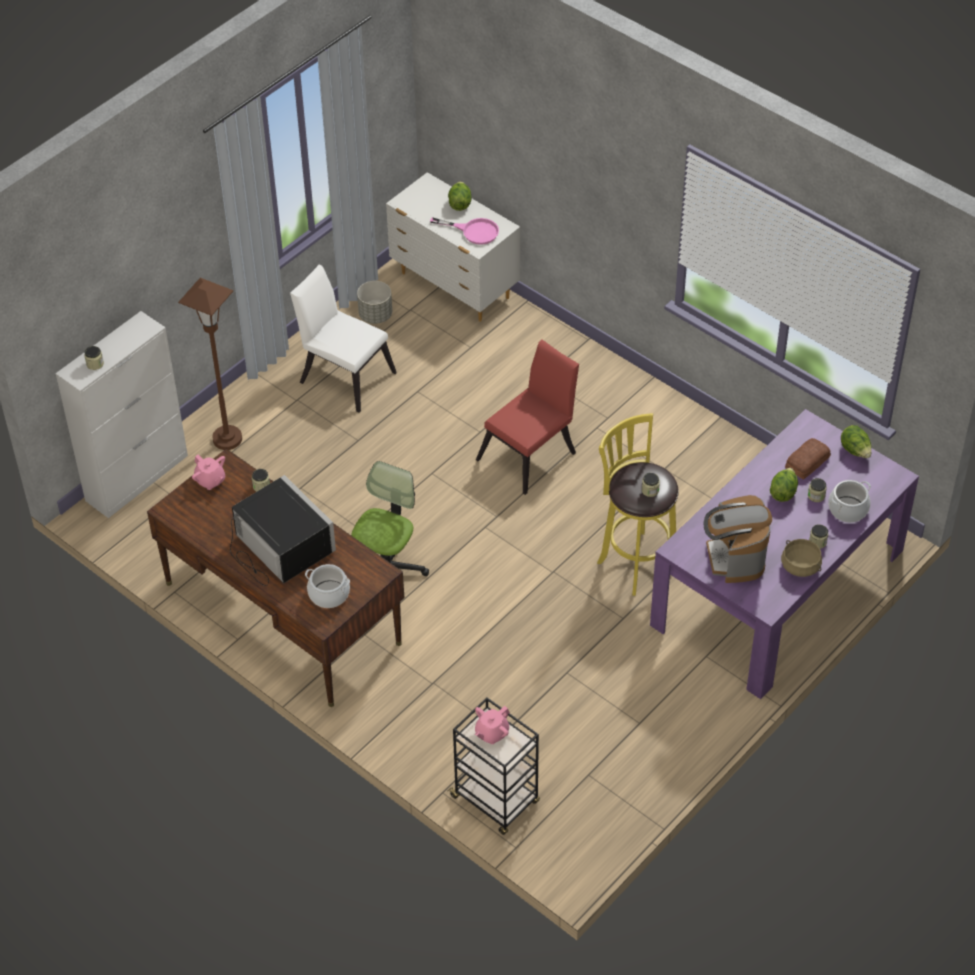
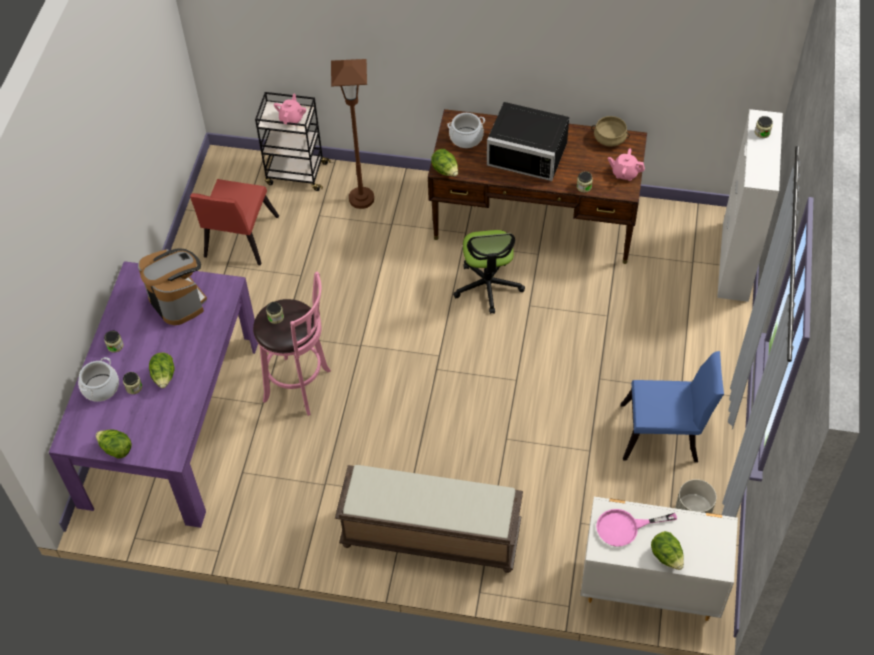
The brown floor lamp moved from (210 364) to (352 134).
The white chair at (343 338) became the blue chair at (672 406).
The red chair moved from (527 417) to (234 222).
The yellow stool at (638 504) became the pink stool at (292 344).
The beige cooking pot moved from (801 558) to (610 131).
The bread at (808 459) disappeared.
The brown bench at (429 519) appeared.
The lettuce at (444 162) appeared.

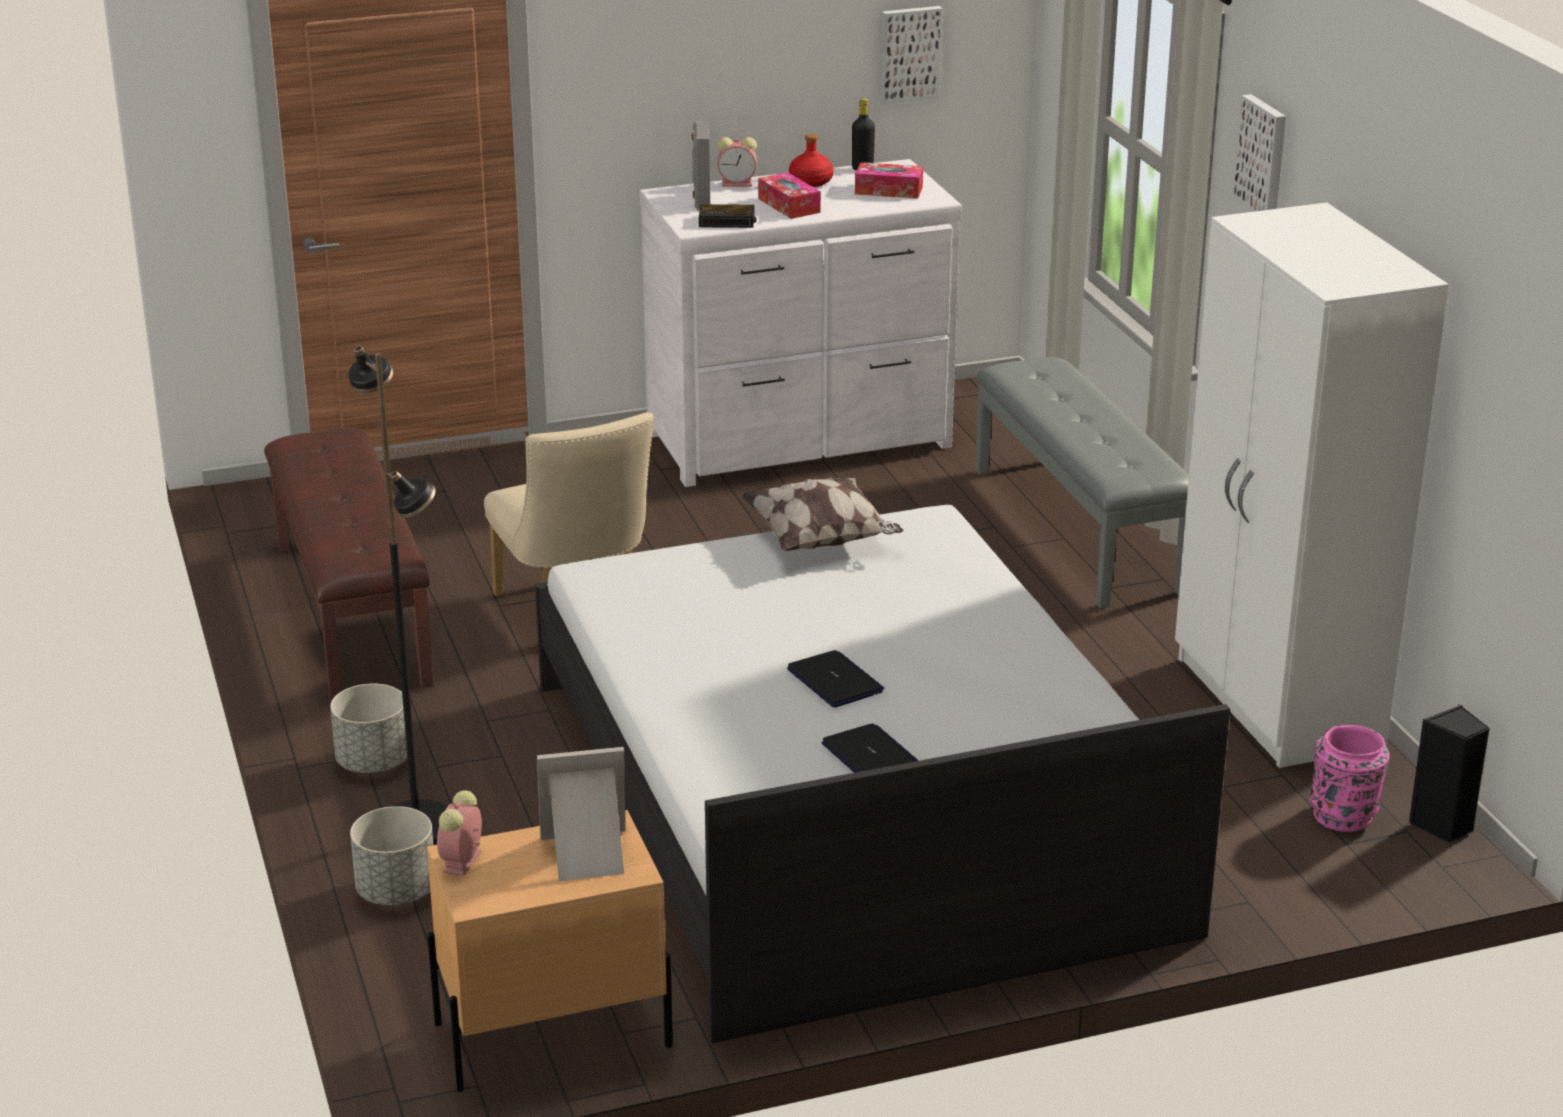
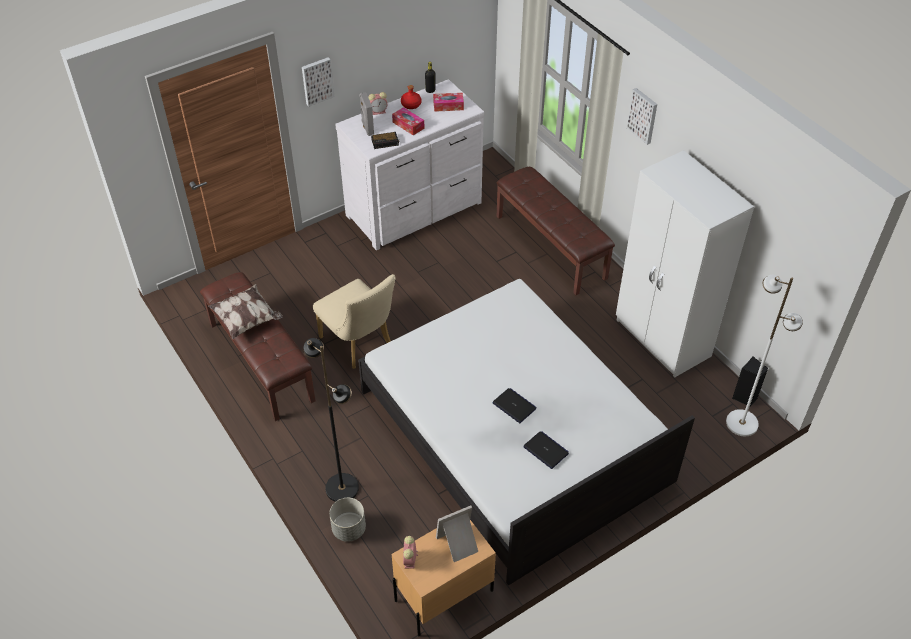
The grey planter at (368 728) disappeared.
The pillow moved from (822 514) to (245 311).
The picture moved from (911 55) to (318 82).
The grey bench at (1082 483) became the brown bench at (556 231).
The pink vase at (1350 778) disappeared.
The white floor lamp at (764 355) appeared.

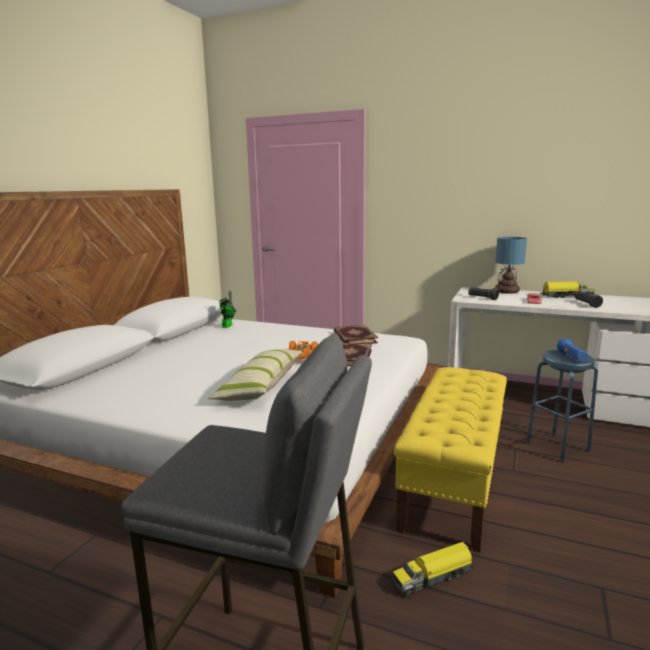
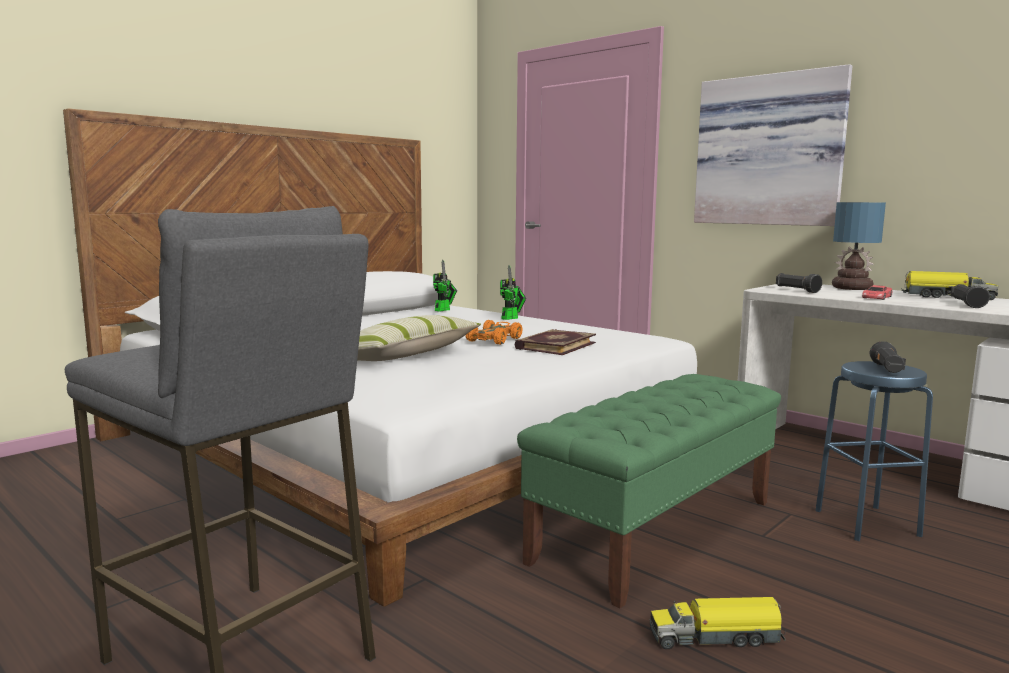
The book at (356 334) disappeared.
The toy truck moved from (433 569) to (717 623).
The yellow bench at (450 459) became the green bench at (649 491).
The blue flashlight at (572 350) became the black flashlight at (888 357).
The toy robot at (513 292) appeared.
The picture at (773 145) appeared.

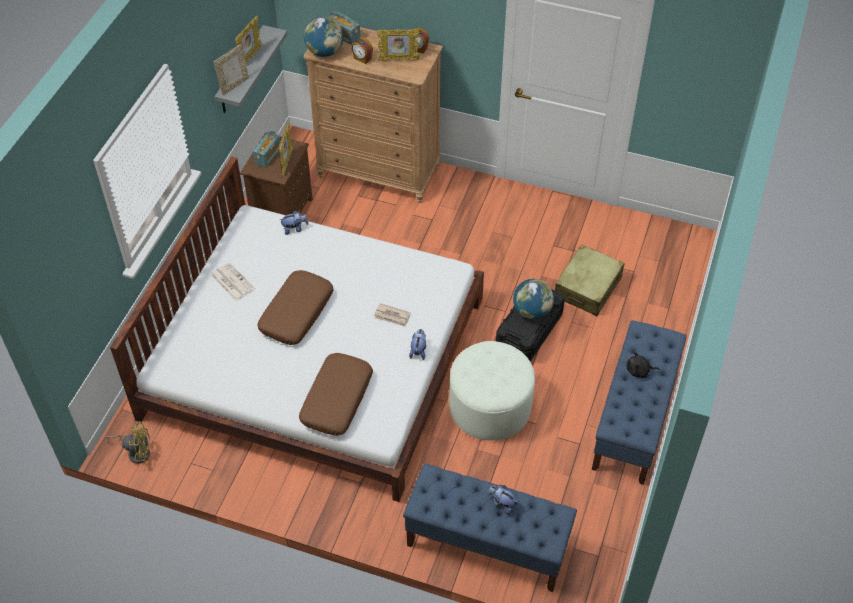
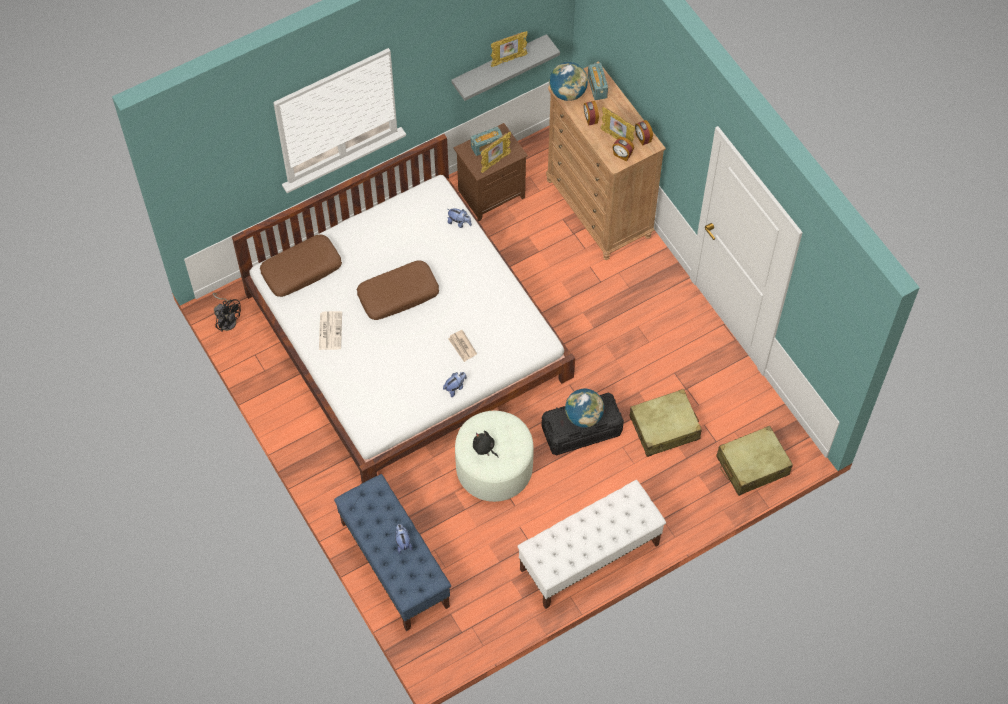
The yellow fan at (127 442) became the black fan at (227 312).
The newspaper moved from (232 281) to (330 330).
The picture frame at (231 69) disappeared.
The brown pillow moved from (336 394) to (301 265).
The blue bench at (639 402) became the white bench at (591 544).
The black plush toy moved from (643 365) to (486 444).
The alarm clock at (623 149) appeared.
The beige suitcase at (754 461) appeared.

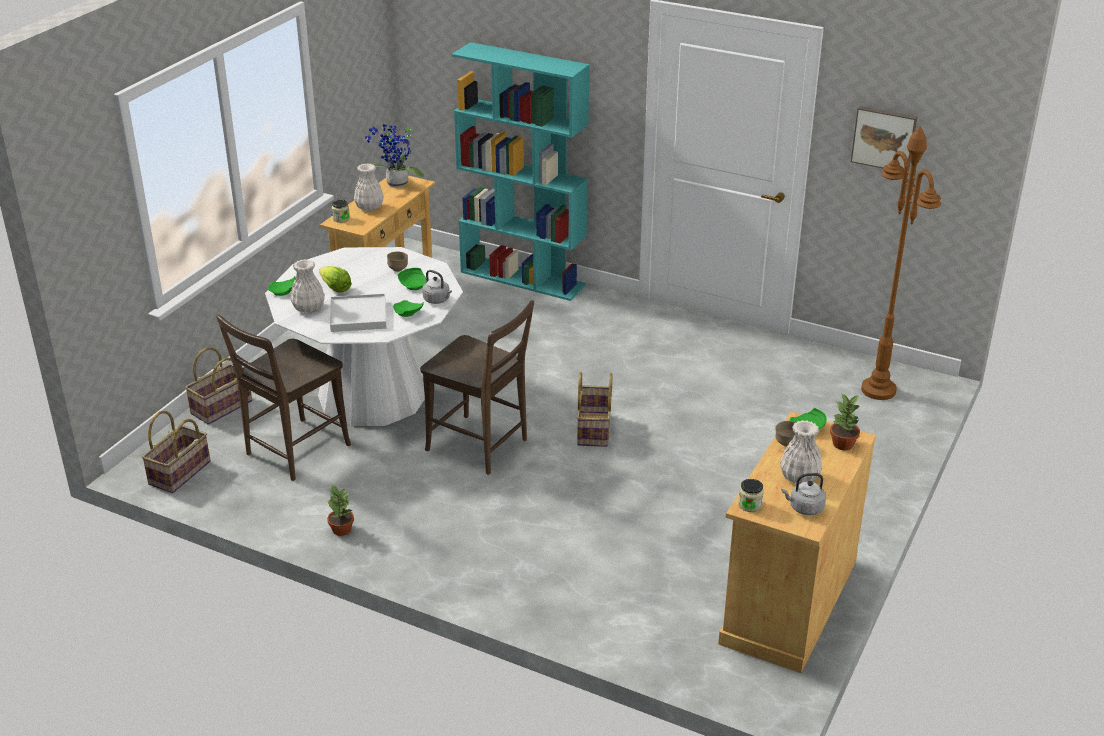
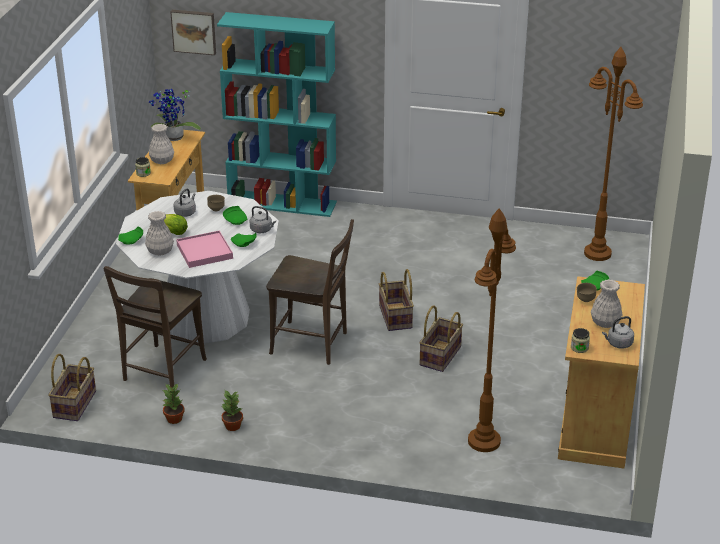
The basket moved from (218 386) to (441 338).
The white tray at (358 312) became the pink tray at (204 249).
The potted plant moved from (845 422) to (173 404).
The picture moved from (884 139) to (193 32).
The grey kettle at (185 202) appeared.
The brown floor lamp at (492 330) appeared.

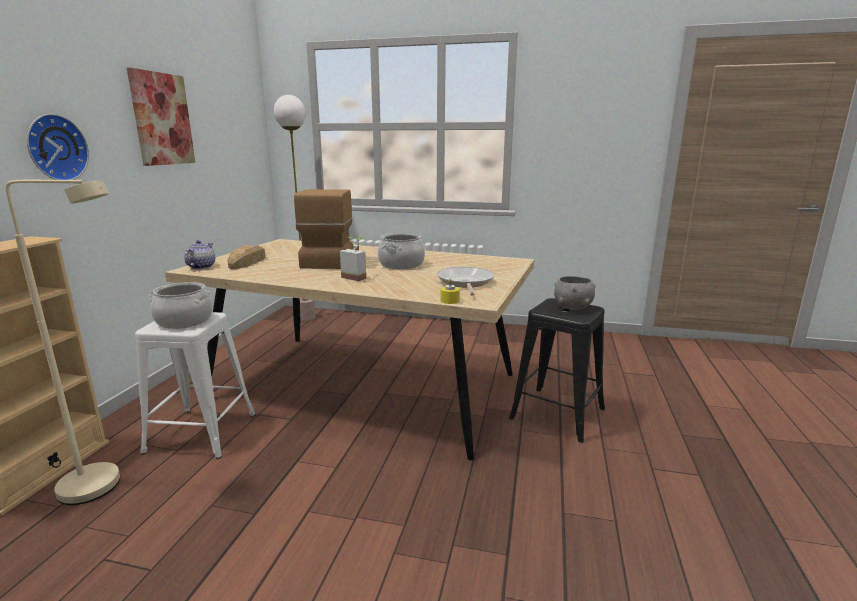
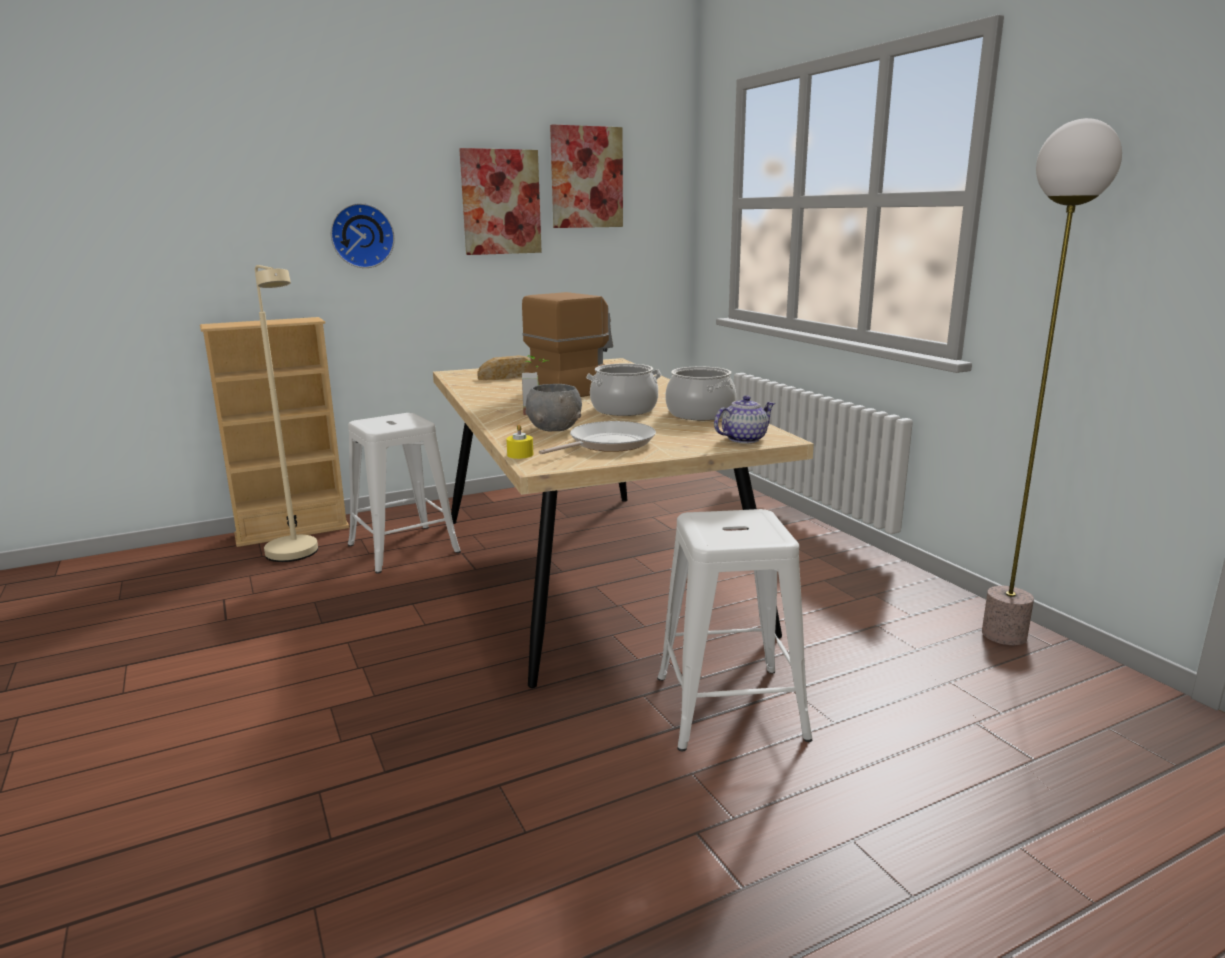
The cooking pot moved from (181 305) to (701 393).
The teapot moved from (199 254) to (744 419).
The floor lamp moved from (295 208) to (1052 381).
The black stool at (557 370) became the white stool at (734 630).
The grey bowl moved from (575 293) to (554 408).
The picture at (586 176) appeared.

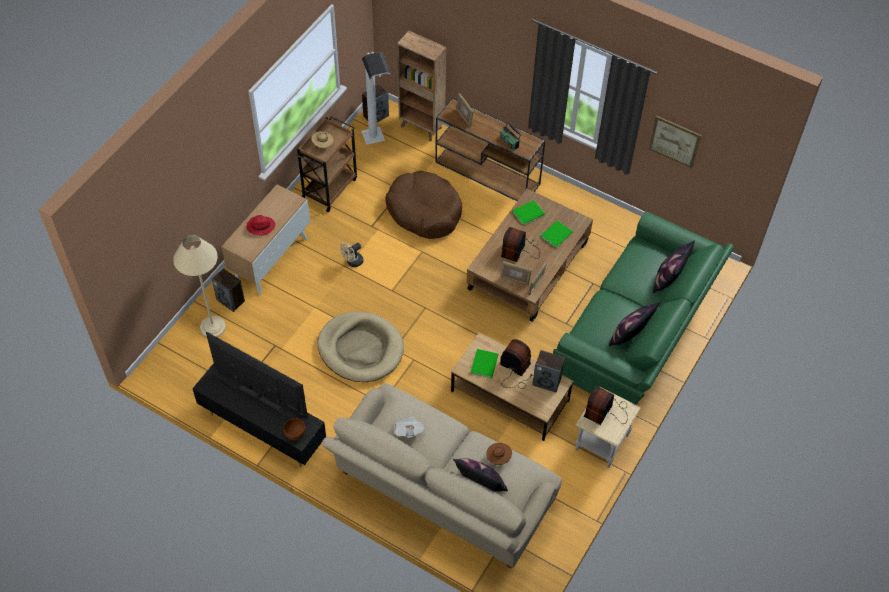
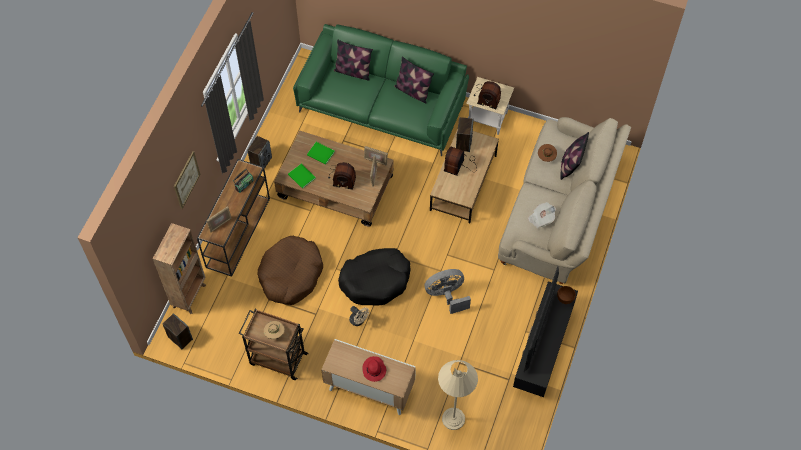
The speaker moved from (228 290) to (259 154).
The beige dog bed at (360 346) was replaced by the grey fan at (448 291).
The white floor lamp at (376 98) disappeared.
The green book at (485 363) disappeared.
The picture moved from (675 141) to (187 180).
The black dog bed at (374 276) appeared.

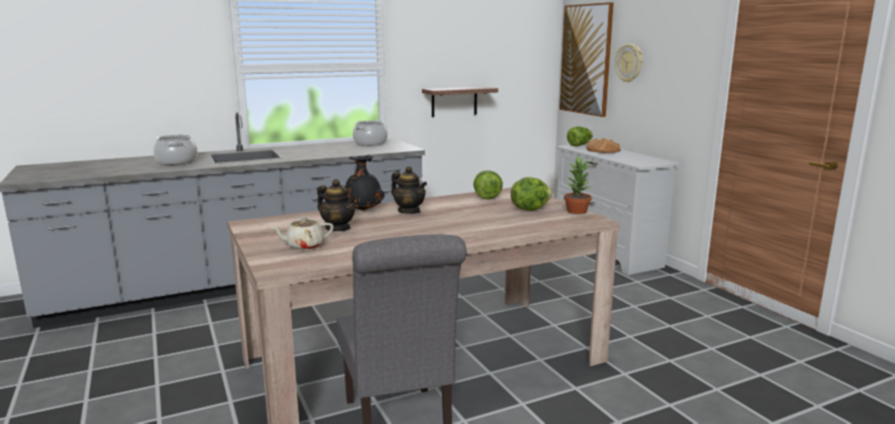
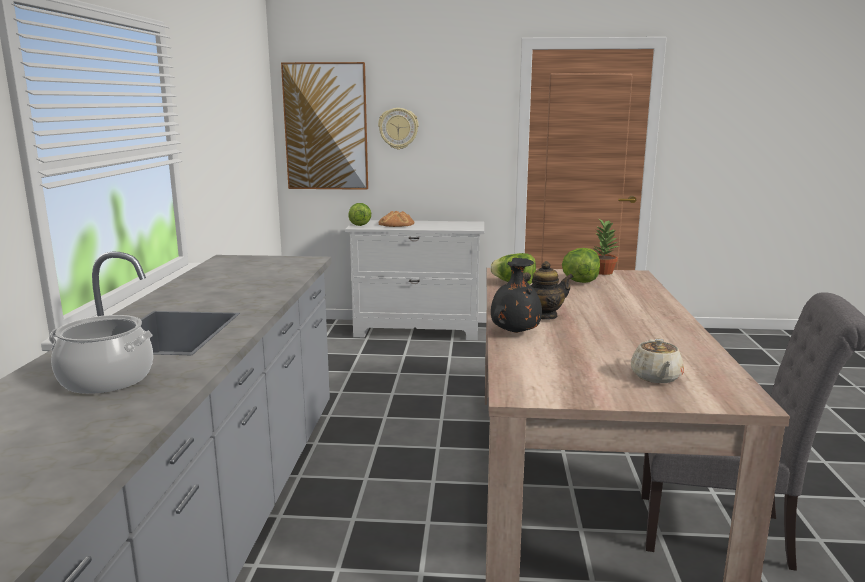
The teapot at (337 205) disappeared.
The cooking pot at (370 133) disappeared.
The shelf at (460 101) disappeared.

